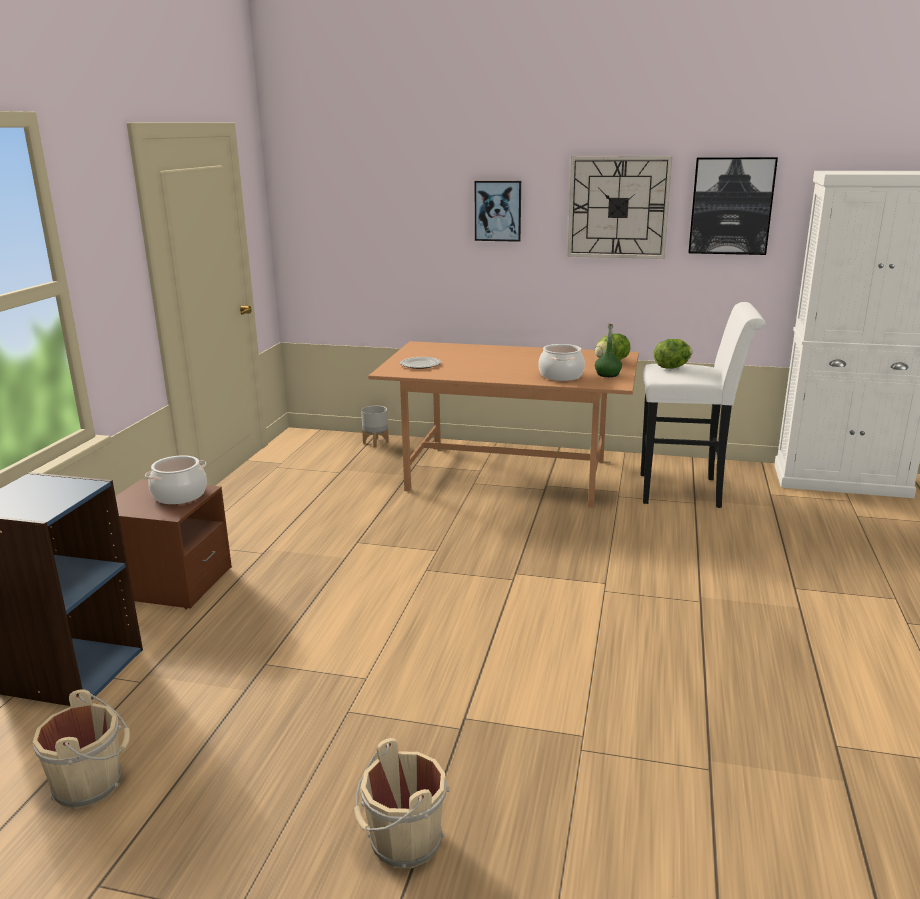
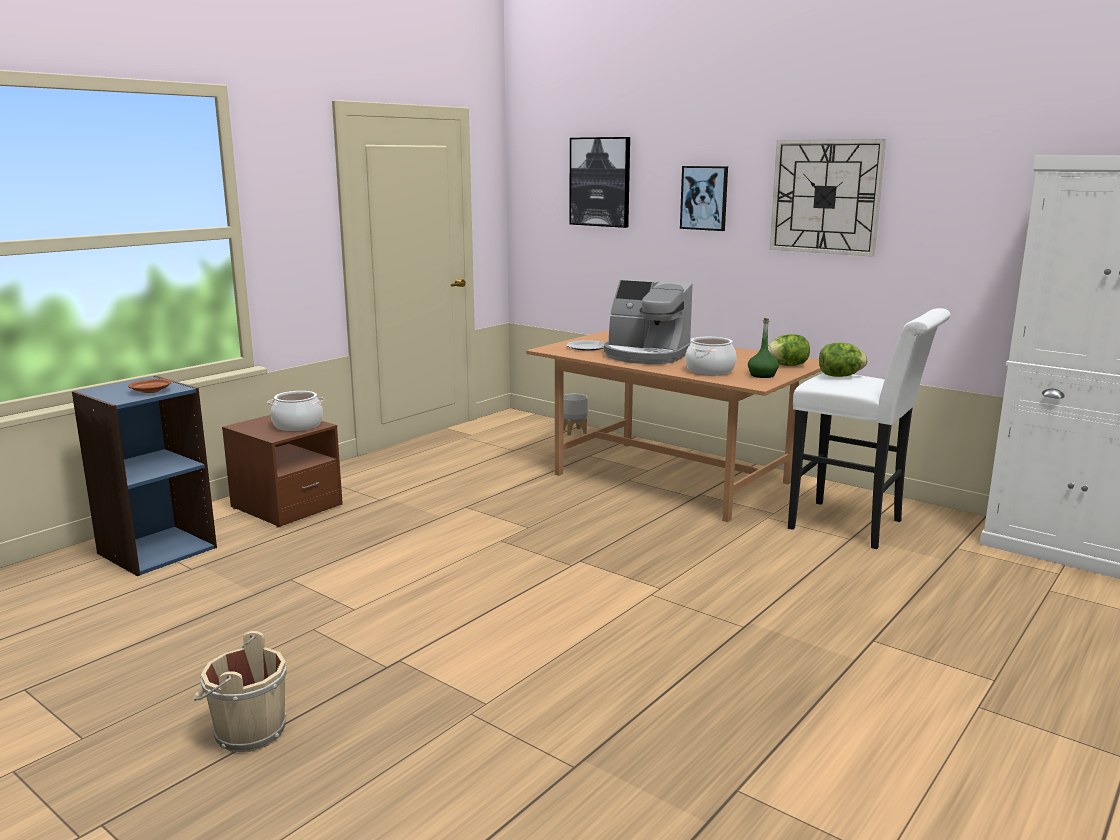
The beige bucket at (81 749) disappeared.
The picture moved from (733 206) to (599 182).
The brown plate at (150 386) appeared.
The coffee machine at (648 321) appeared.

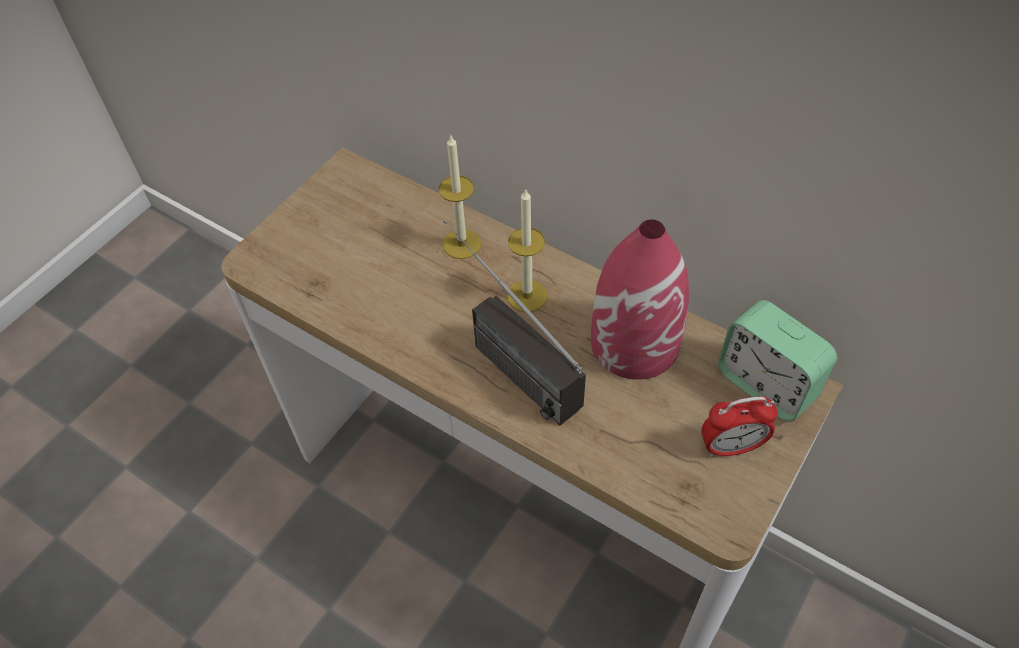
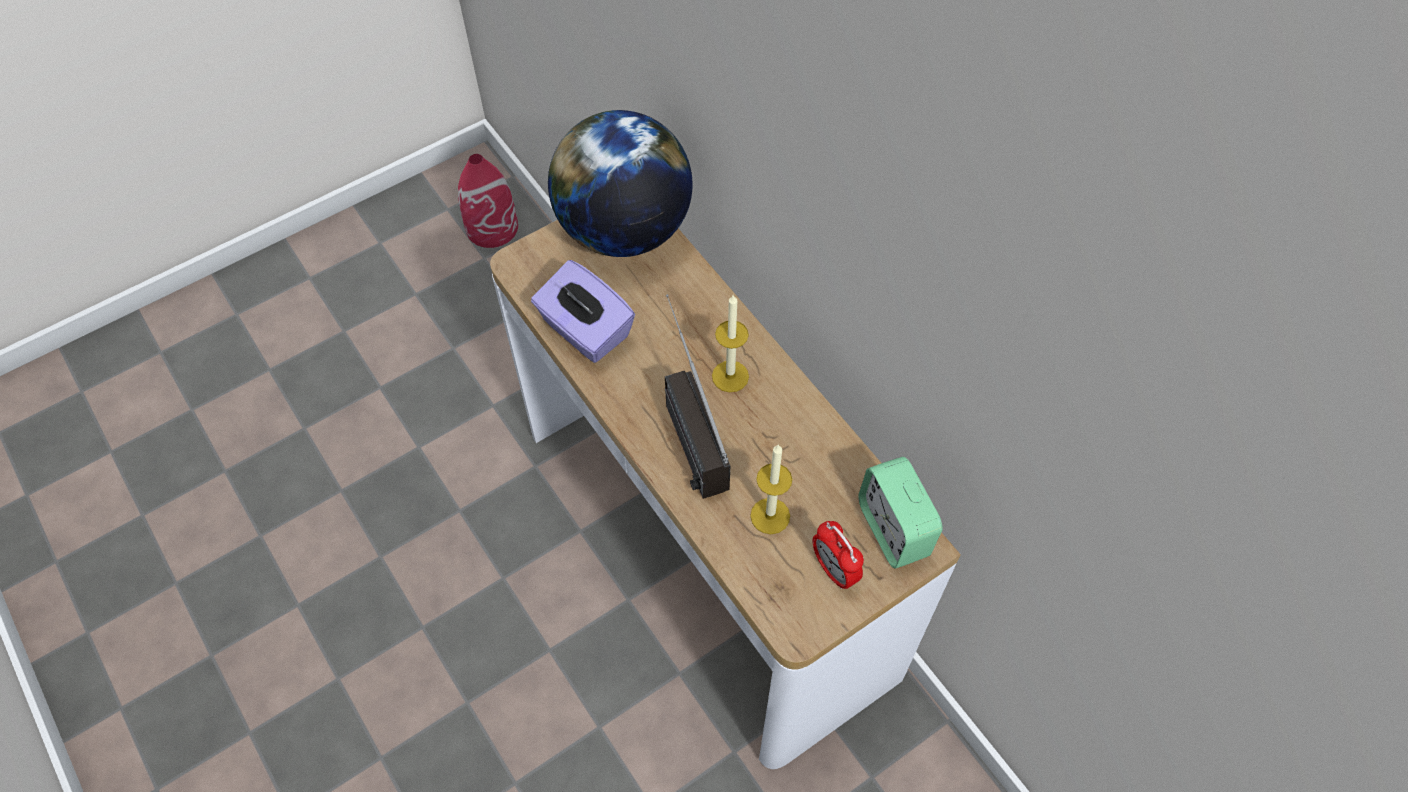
The candle moved from (460 197) to (771 489).
The red vase moved from (640 300) to (488 201).
The alarm clock at (739 426) turned 45 degrees clockwise.
The purple tissue box at (583 311) appeared.
The globe at (620 183) appeared.

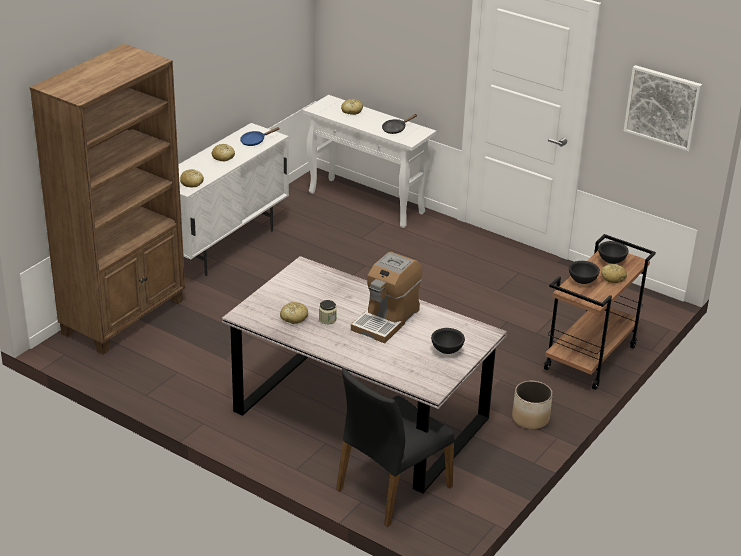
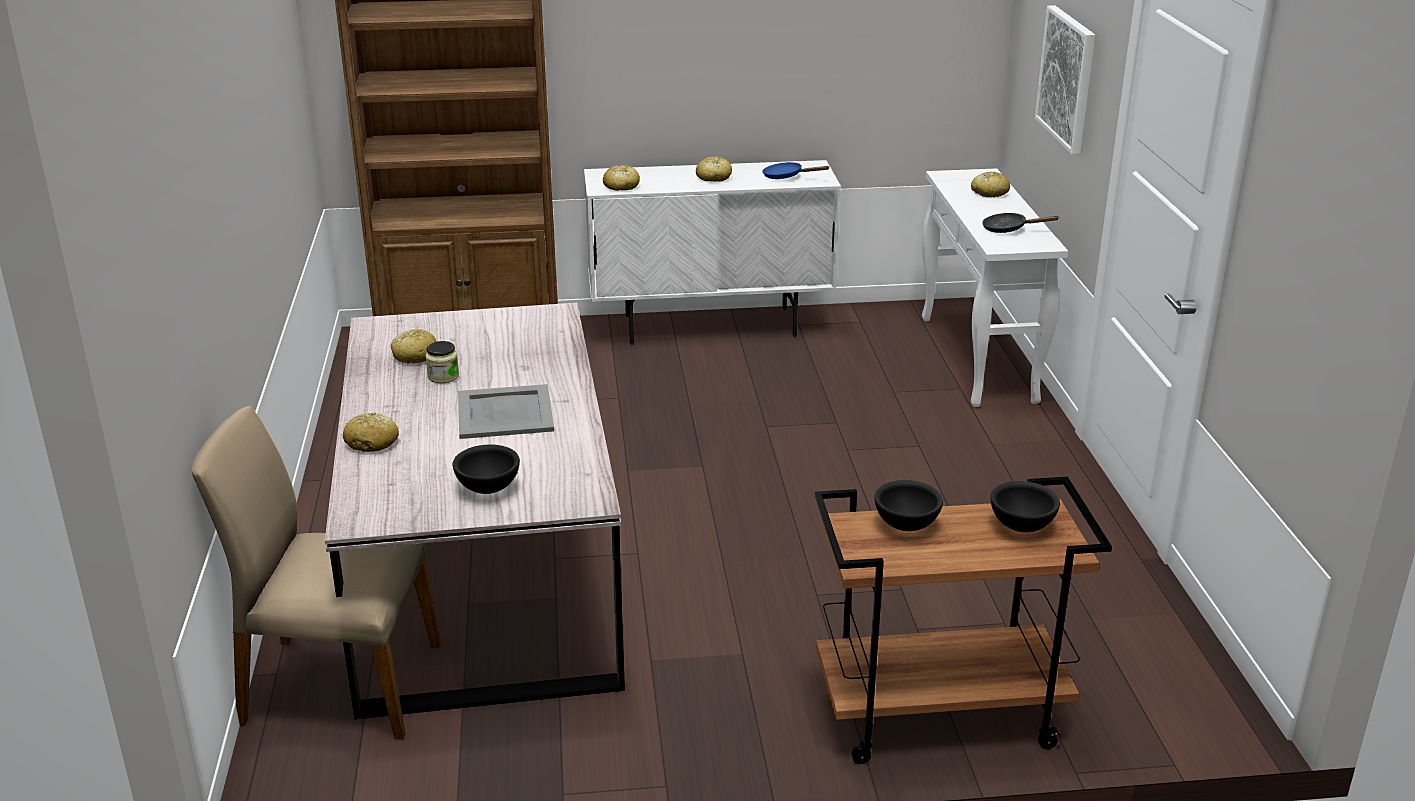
The black chair at (395 447) became the beige chair at (316 573).
The coffee machine at (386 297) was replaced by the grey tray at (506 411).
The planter at (532 405) disappeared.
The bread moved from (614 273) to (371 432).
The picture moved from (663 108) to (1065 80).

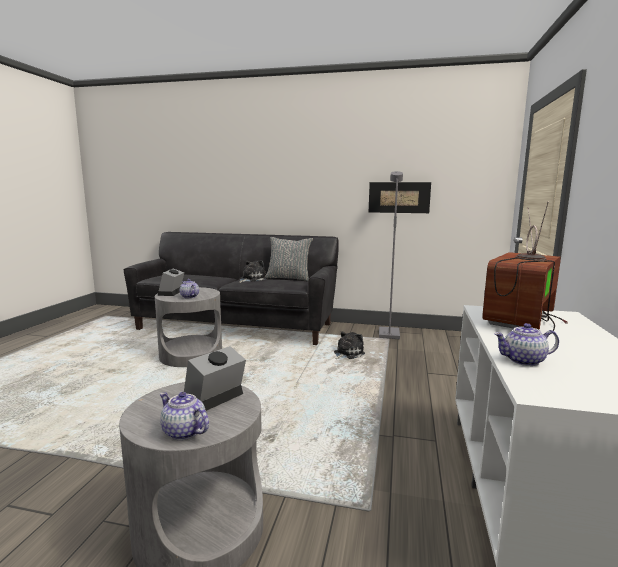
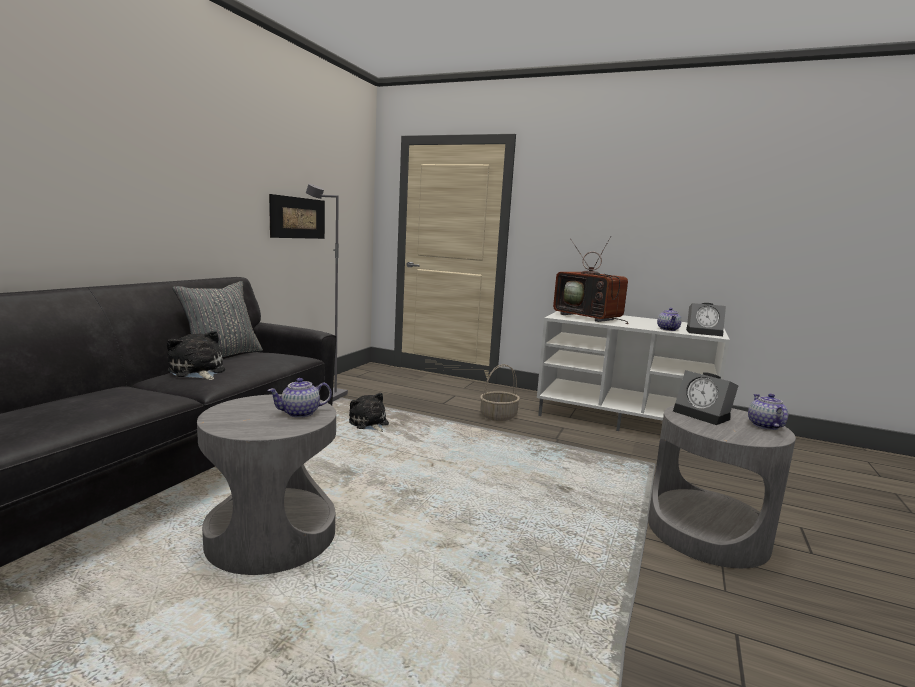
The alarm clock moved from (171 282) to (706 319).
The teapot at (184 416) turned 135 degrees clockwise.
The basket at (500 392) appeared.

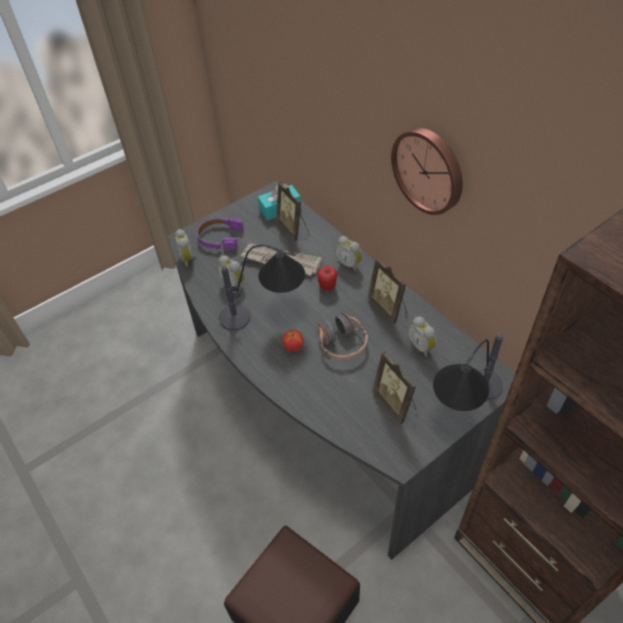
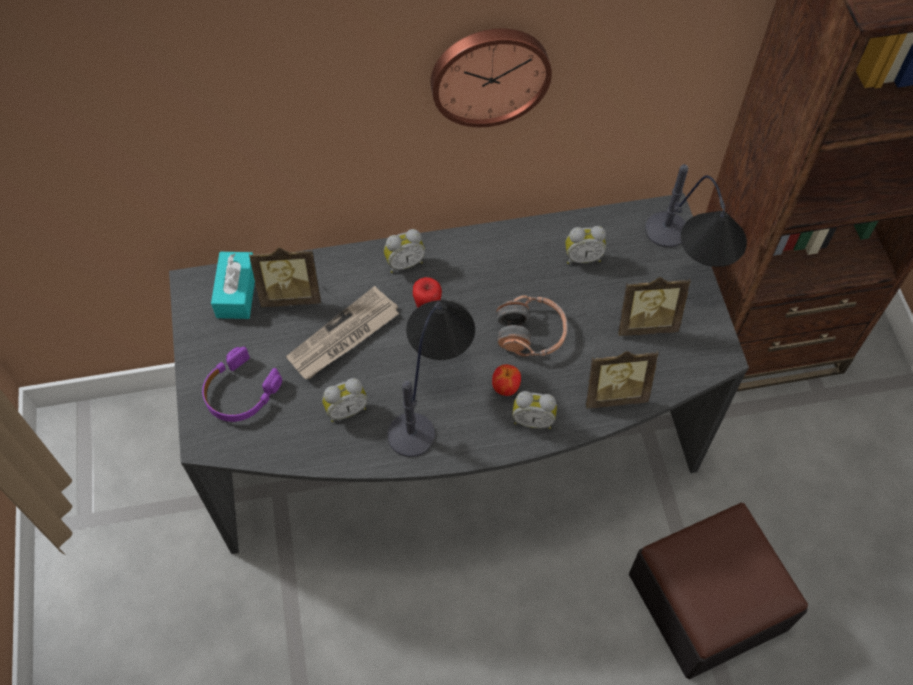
The alarm clock moved from (185 248) to (534 410).
The picture frame moved from (387 291) to (622 379).

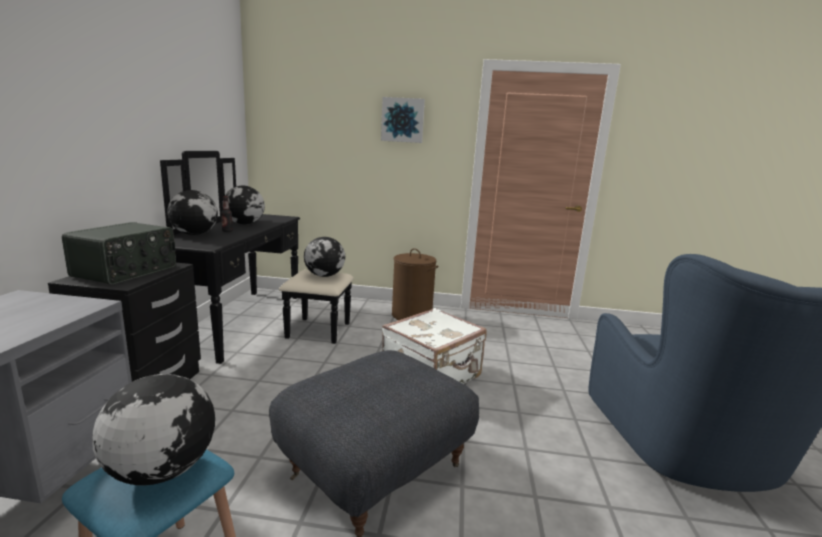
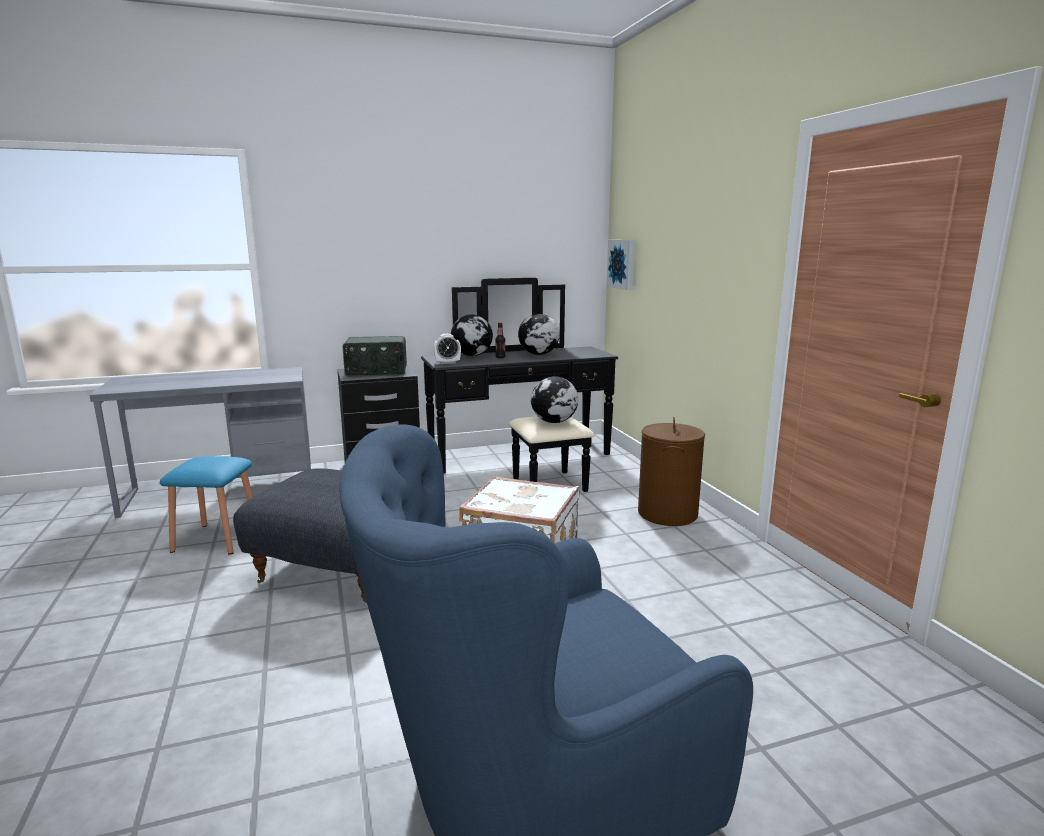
The globe at (153 429) disappeared.
The picture moved from (403 120) to (621 265).
The alarm clock at (447 349) appeared.

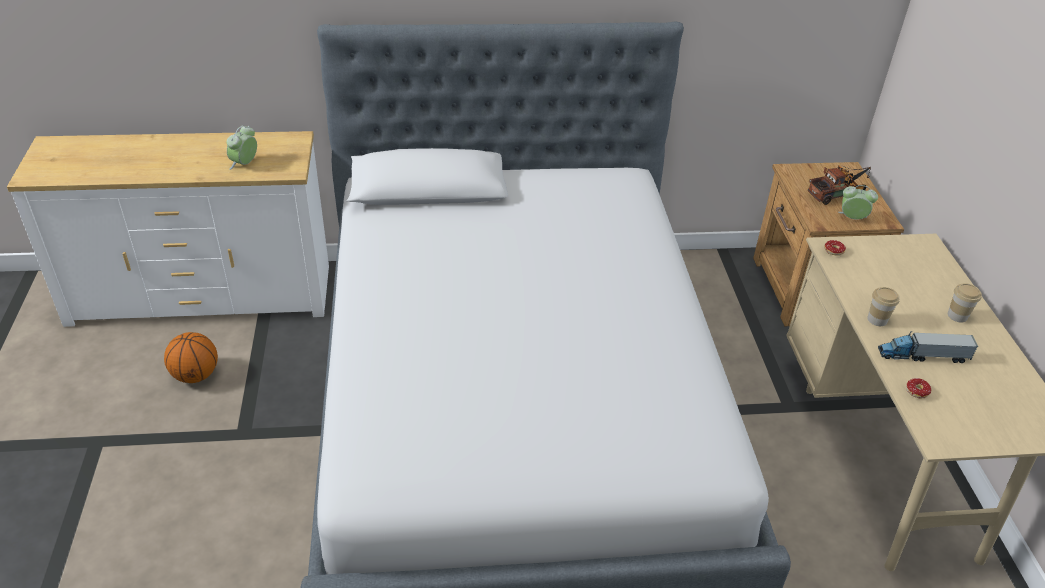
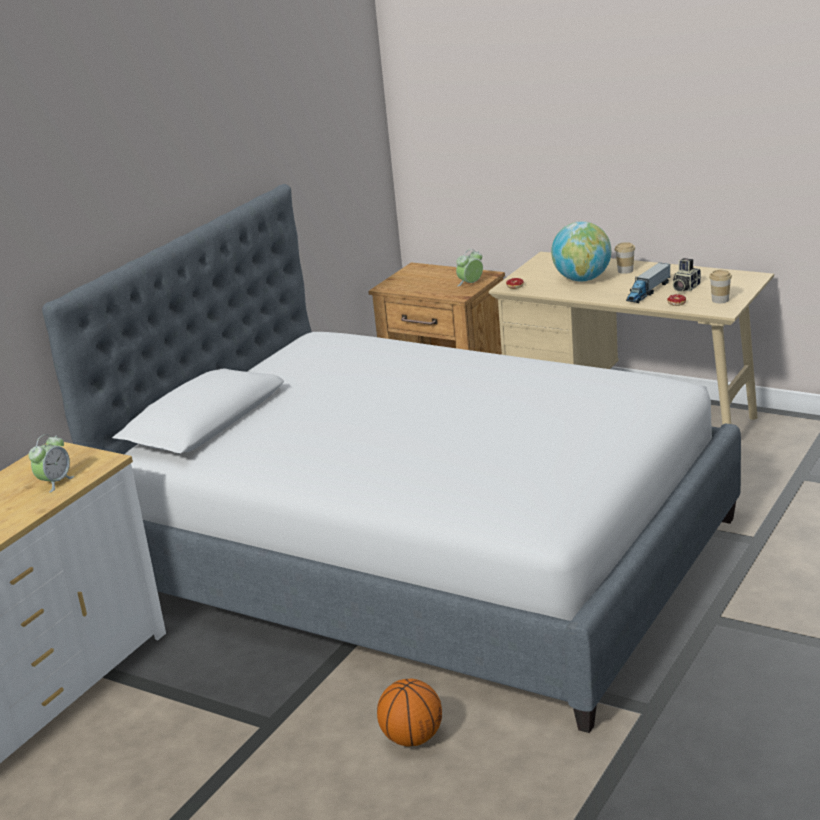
The basketball moved from (191 357) to (409 713).
The alarm clock at (242 147) turned 120 degrees counterclockwise.
The toy truck at (839 185) disappeared.
The cup moved from (883 306) to (720 286).
The globe at (581 251) appeared.
The photo camera at (687 275) appeared.

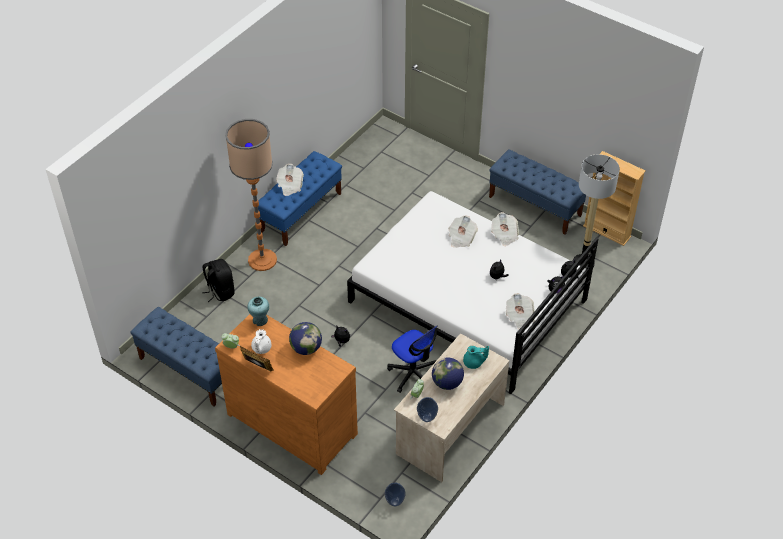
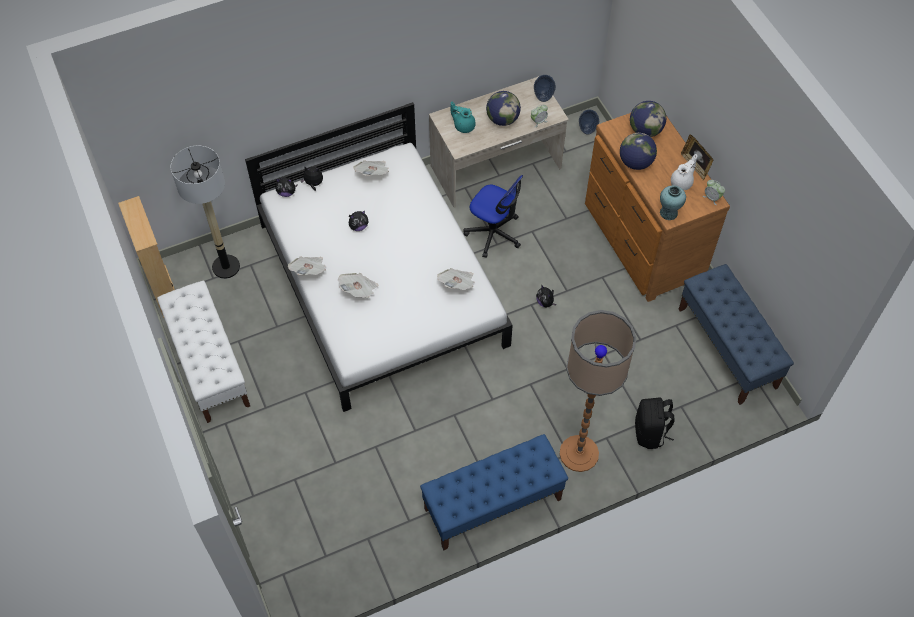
The newspaper moved from (290 180) to (455 279).
The office chair at (412 359) turned 135 degrees clockwise.
The blue bench at (537 192) became the white bench at (203 352).
The globe at (648 119) appeared.

